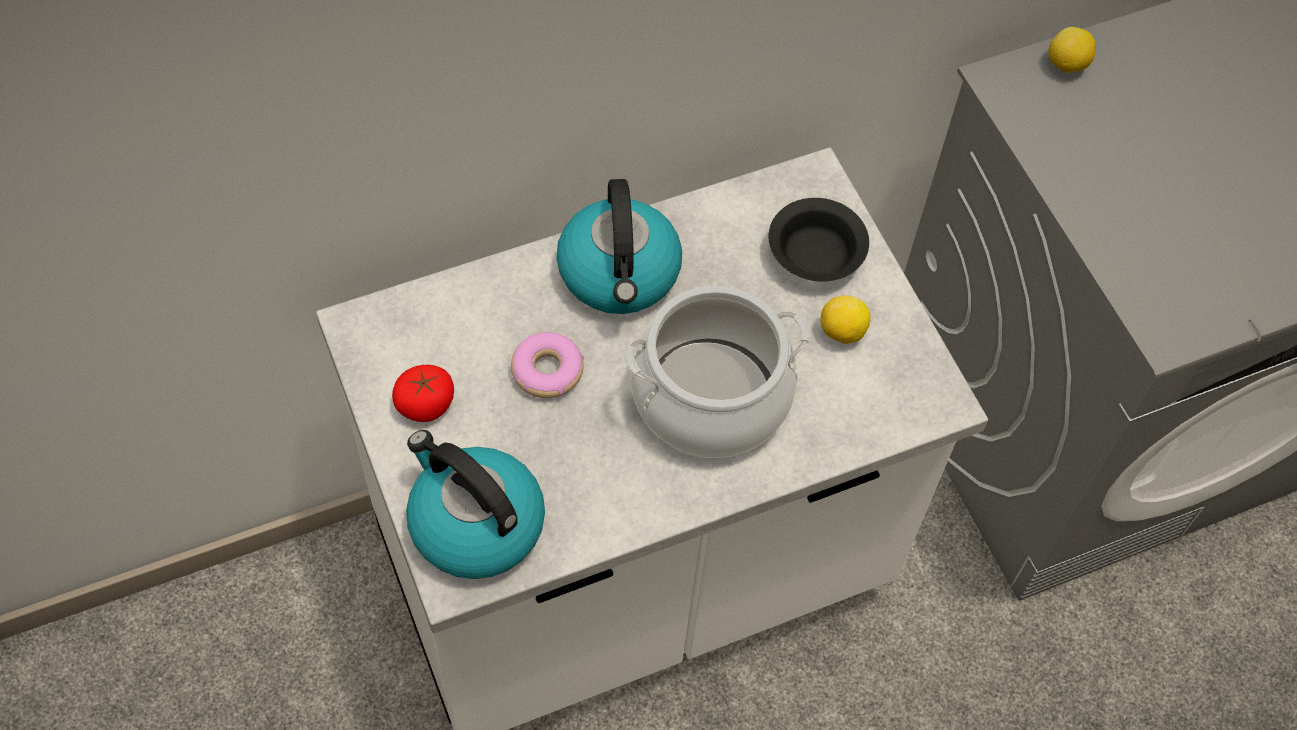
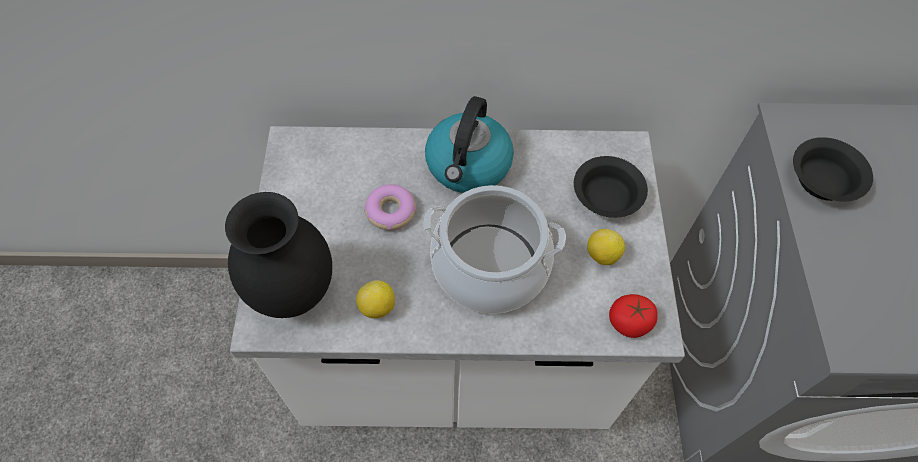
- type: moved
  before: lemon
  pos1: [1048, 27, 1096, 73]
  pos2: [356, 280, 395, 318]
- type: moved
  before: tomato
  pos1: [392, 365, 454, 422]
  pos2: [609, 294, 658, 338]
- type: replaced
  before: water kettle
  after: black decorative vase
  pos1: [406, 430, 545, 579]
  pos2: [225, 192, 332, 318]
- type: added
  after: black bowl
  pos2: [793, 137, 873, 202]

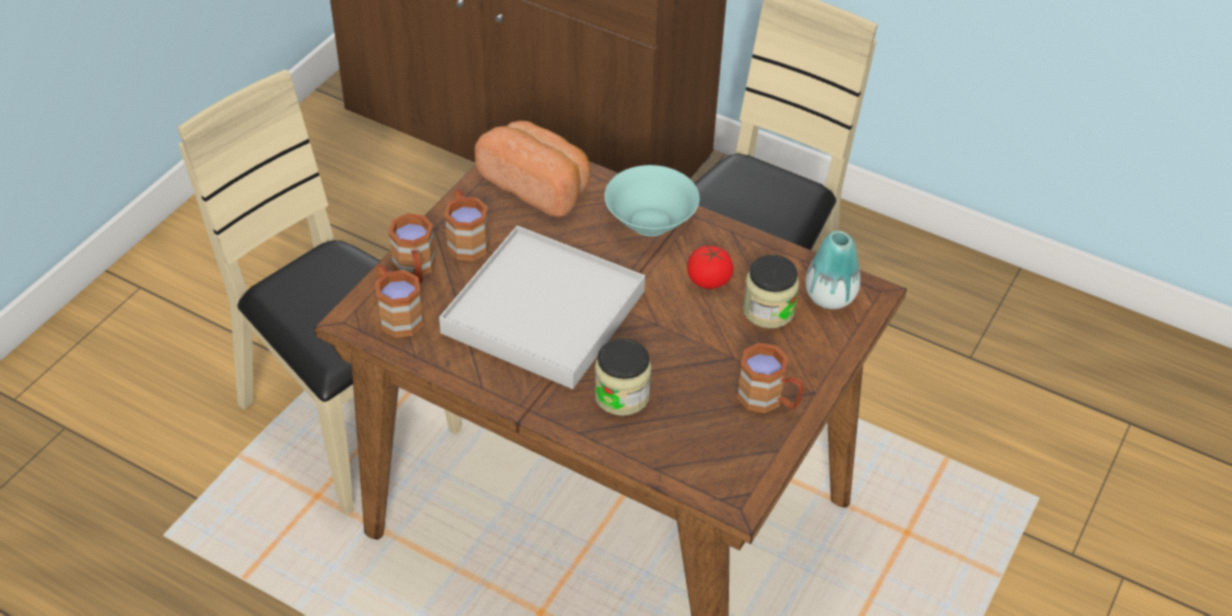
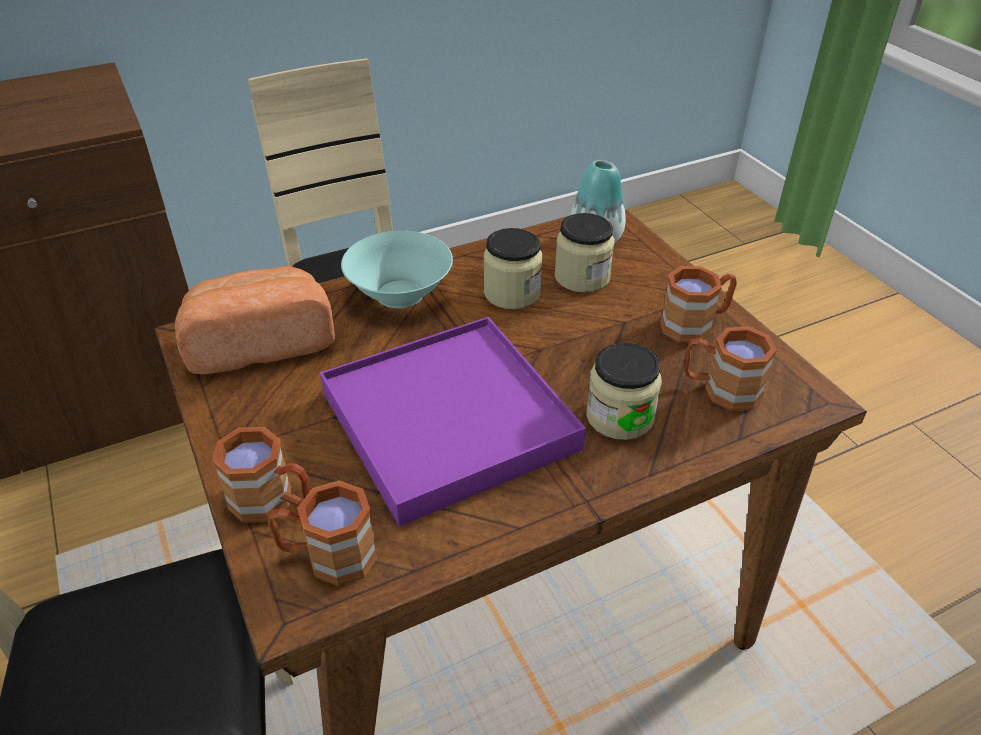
- type: moved
  before: brownish mug
  pos1: [444, 189, 490, 261]
  pos2: [684, 326, 777, 411]
- type: recoloured
  before: white tray
  after: purple-coloured tray
  pos1: [439, 225, 645, 389]
  pos2: [320, 317, 586, 526]
- type: replaced
  before: tomato
  after: storage jar
  pos1: [687, 246, 733, 289]
  pos2: [483, 228, 543, 309]

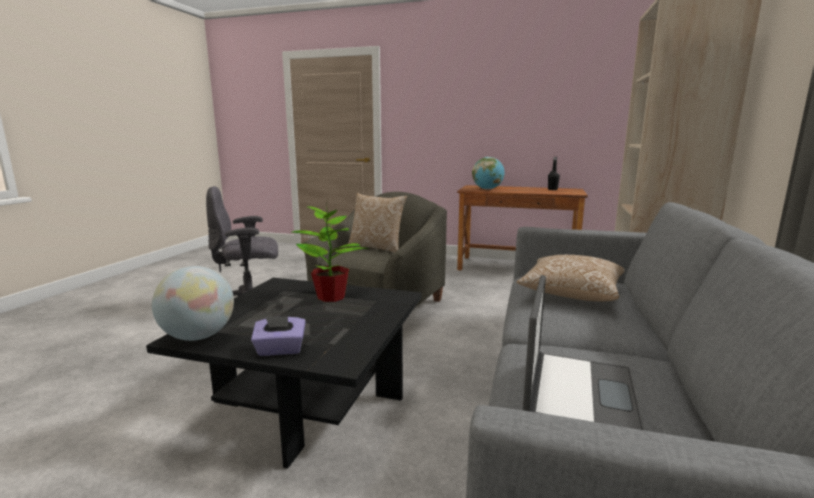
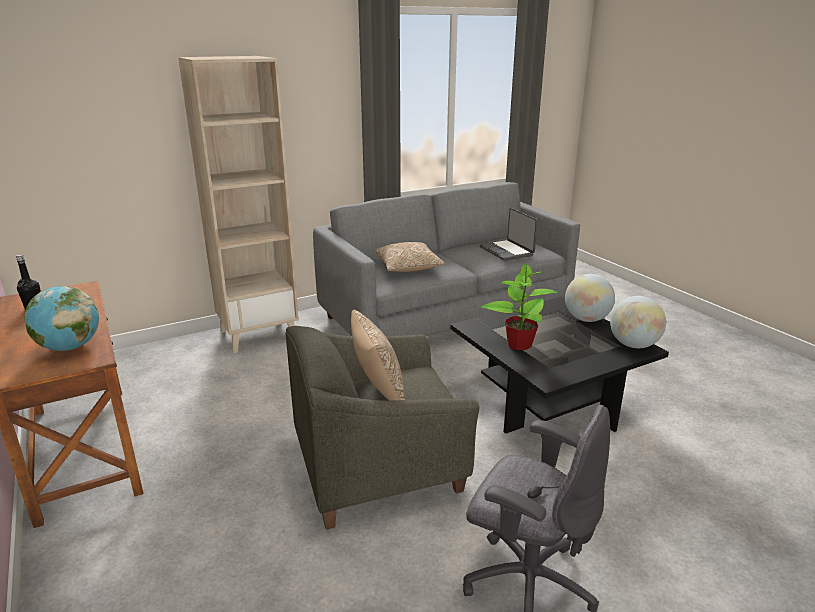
- type: turned
  before: laptop
  pos1: [523, 275, 644, 430]
  pos2: [479, 208, 538, 261]
  turn: -90
- type: replaced
  before: purple-coloured tissue box
  after: world globe
  pos1: [251, 316, 306, 356]
  pos2: [565, 274, 615, 322]

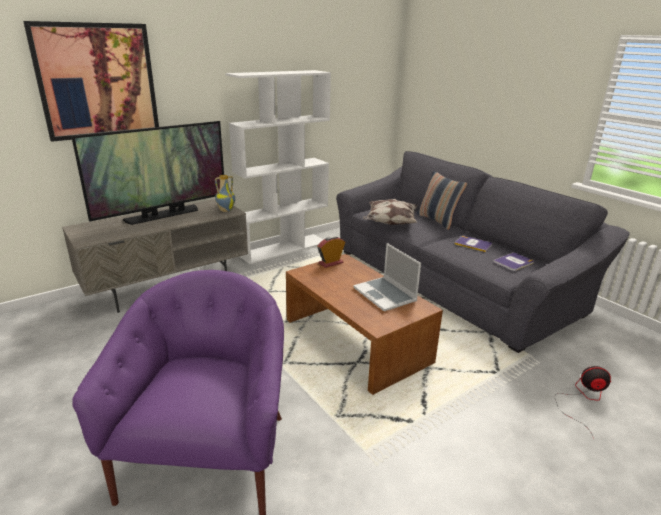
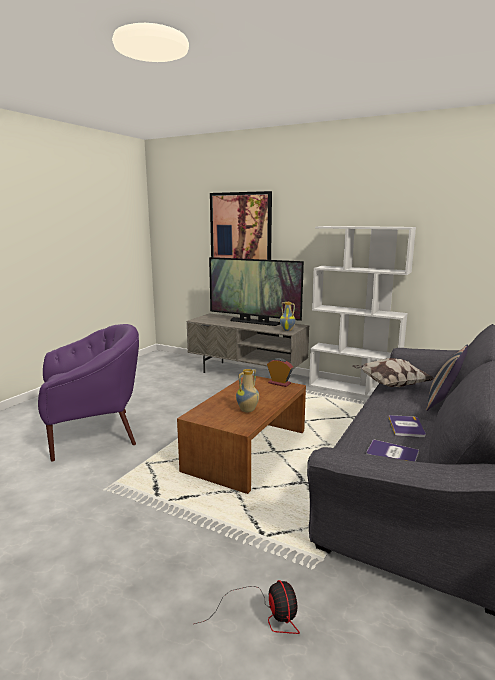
- type: replaced
  before: laptop
  after: decorative vase
  pos1: [353, 243, 421, 311]
  pos2: [236, 369, 259, 412]

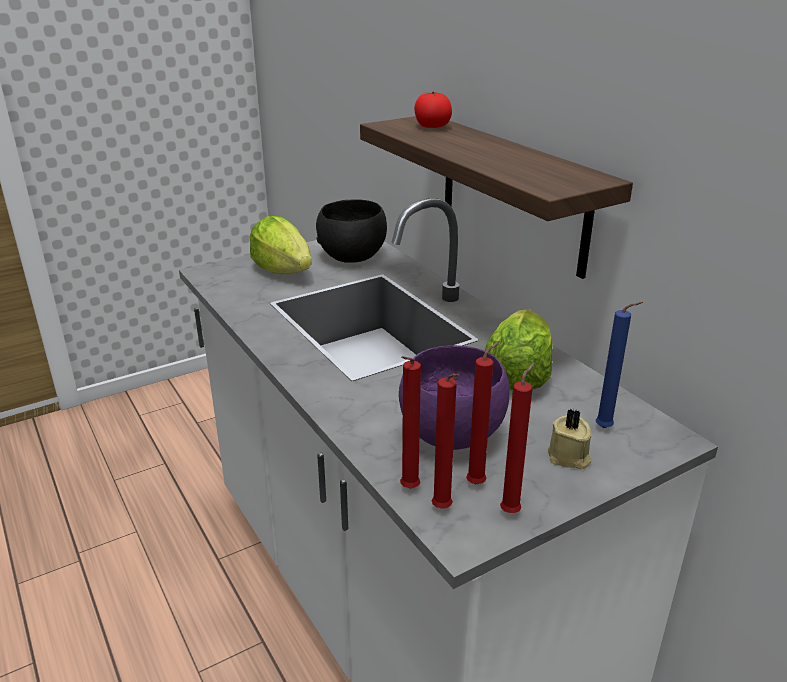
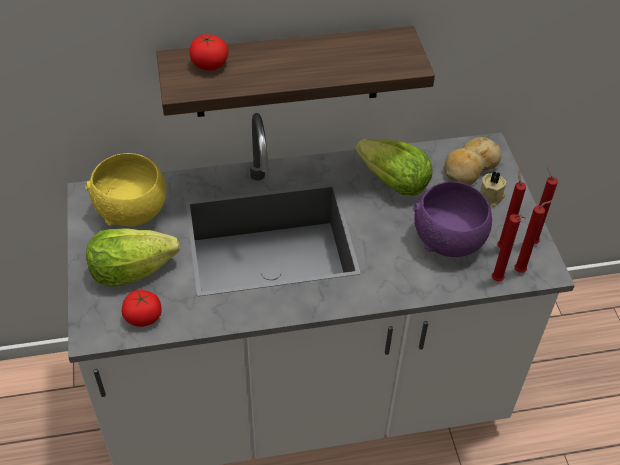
- type: recoloured
  before: black bowl
  after: yellow-coloured bowl
  pos1: [316, 199, 387, 263]
  pos2: [85, 153, 166, 226]
- type: replaced
  before: blue candle
  after: baked bread
  pos1: [596, 302, 643, 428]
  pos2: [444, 137, 502, 185]
- type: added
  after: tomato
  pos2: [122, 290, 162, 327]

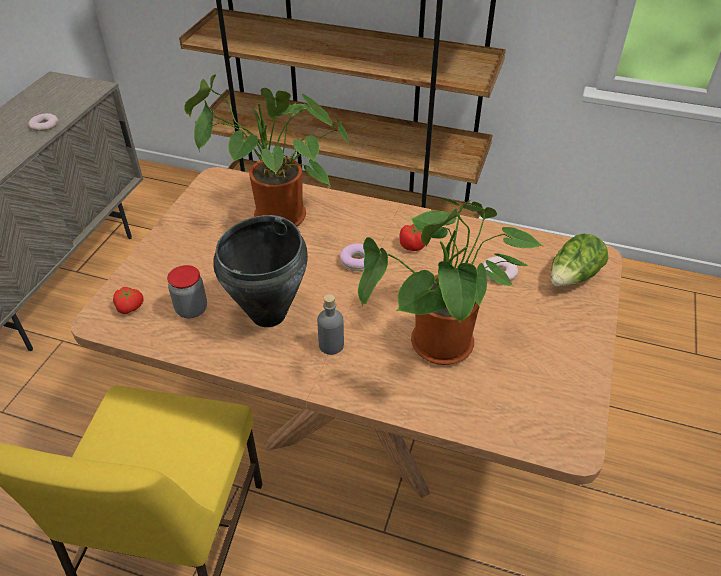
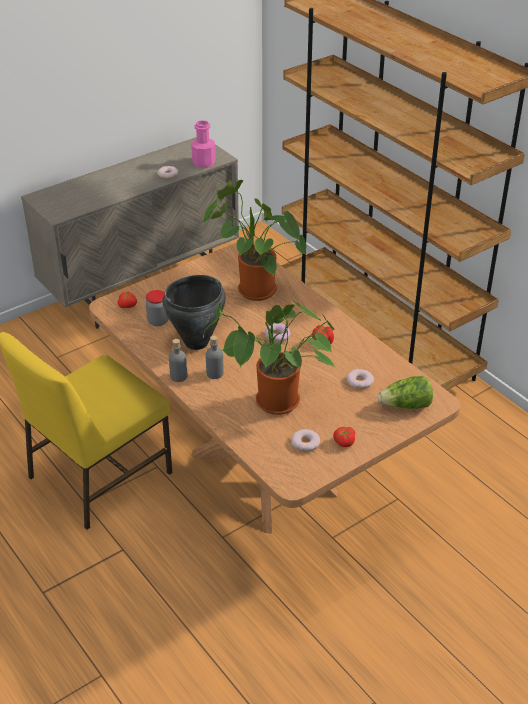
- type: added
  after: pink-coloured drink bottle
  pos2: [191, 120, 216, 168]
- type: added
  after: gray drink bottle
  pos2: [169, 339, 187, 382]
- type: added
  after: tomato
  pos2: [333, 427, 355, 447]
- type: added
  after: doughnut
  pos2: [291, 429, 320, 451]

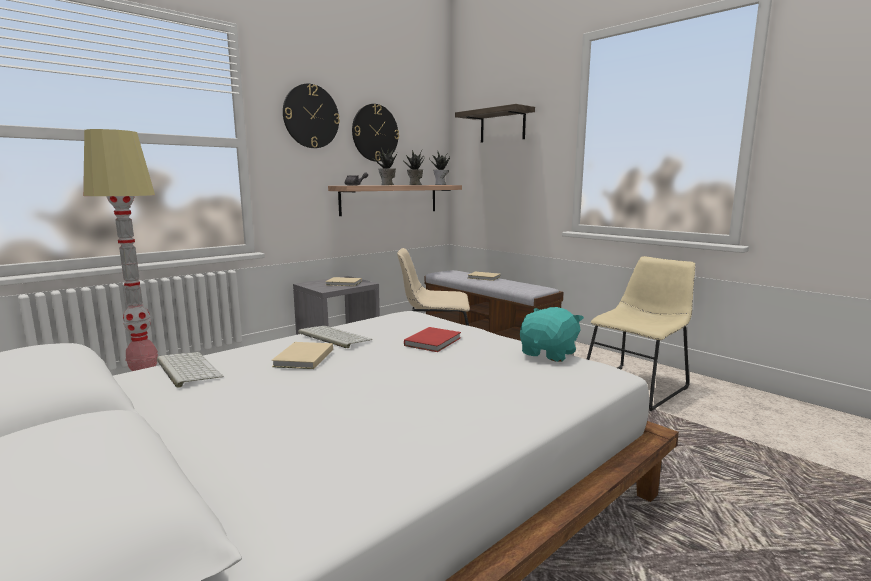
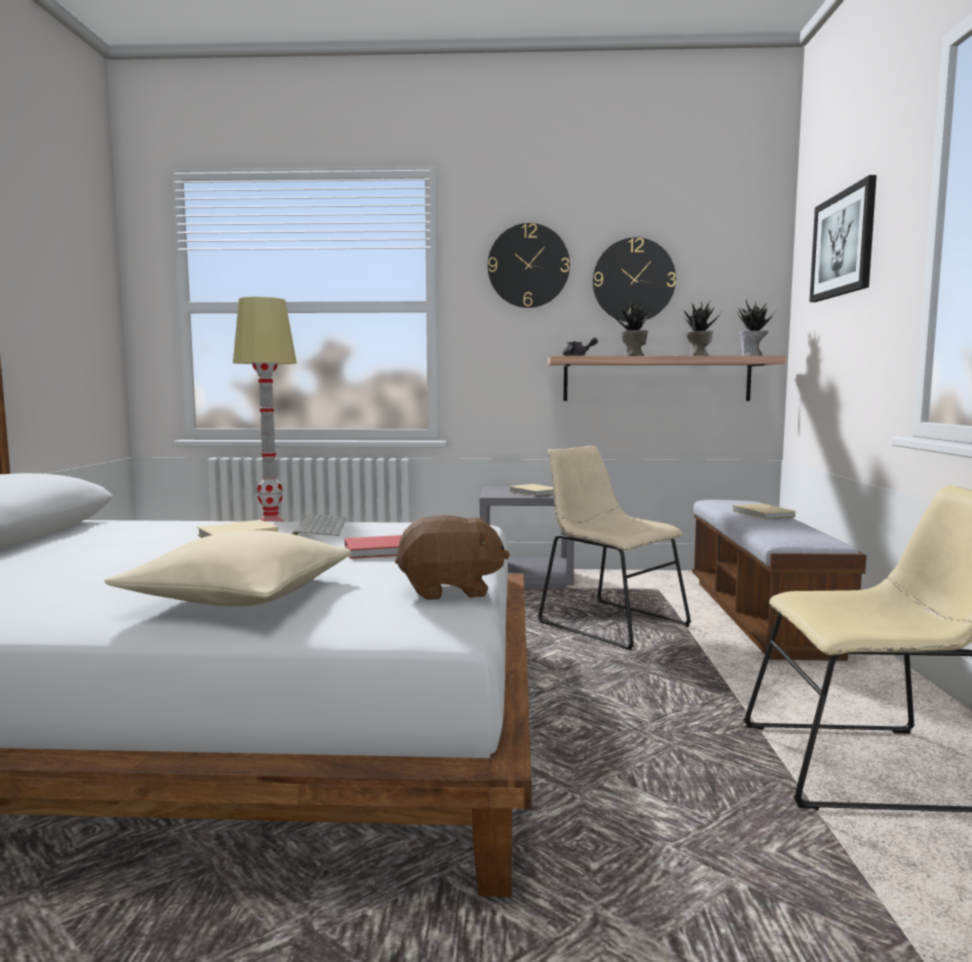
- type: replaced
  before: wall shelf
  after: picture
  pos1: [455, 104, 535, 143]
  pos2: [809, 175, 877, 302]
- type: recoloured
  before: blue-green soft toy
  after: brownish soft toy
  pos1: [520, 307, 584, 362]
  pos2: [395, 515, 510, 600]
- type: removed
  before: PC keyboard
  pos1: [157, 352, 224, 388]
- type: added
  after: beige-coloured throw pillow
  pos2: [104, 530, 352, 606]

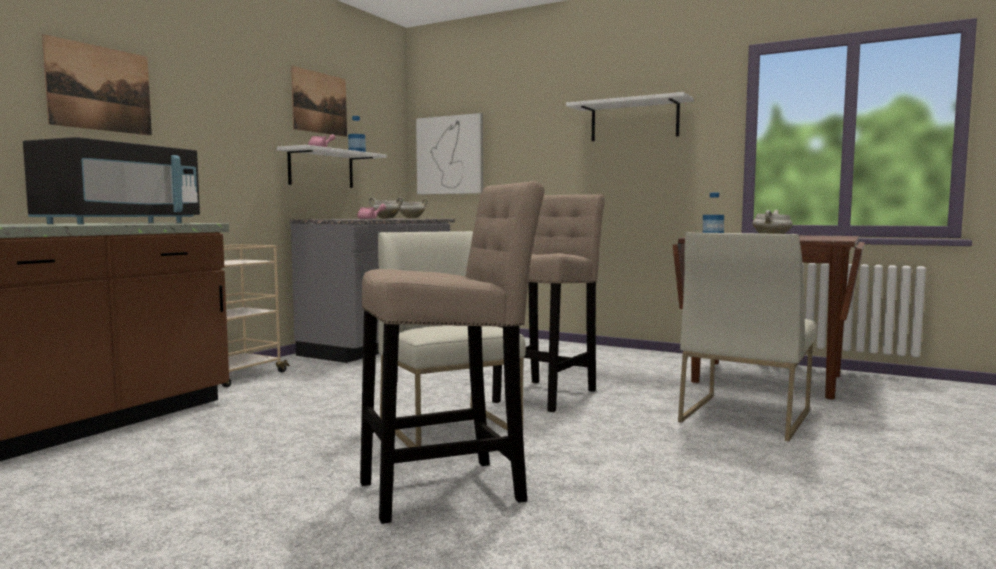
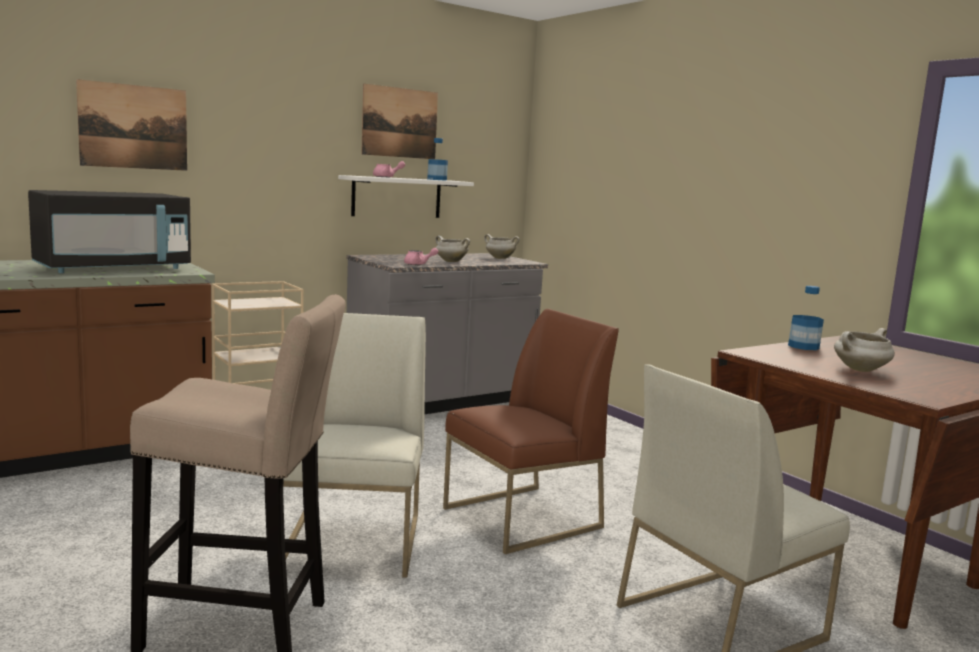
- type: removed
  before: white wall shelf
  pos1: [566, 92, 694, 141]
- type: removed
  before: picture
  pos1: [416, 113, 483, 195]
- type: replaced
  before: beige-coloured sitting stool
  after: brownish chair
  pos1: [492, 194, 605, 412]
  pos2: [443, 309, 619, 554]

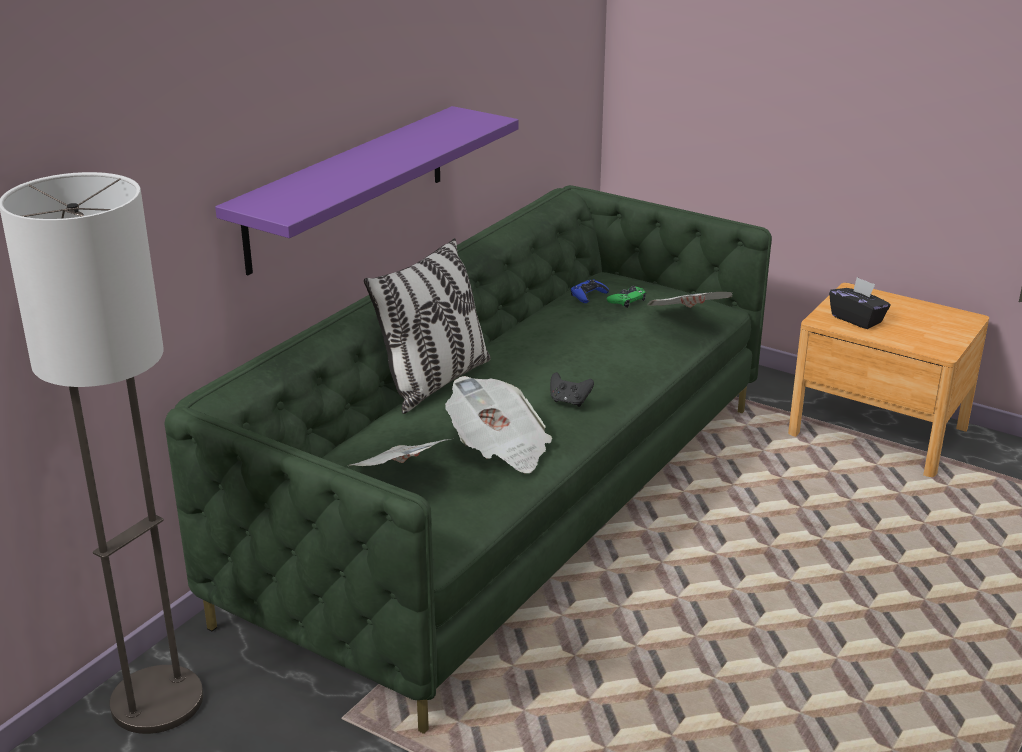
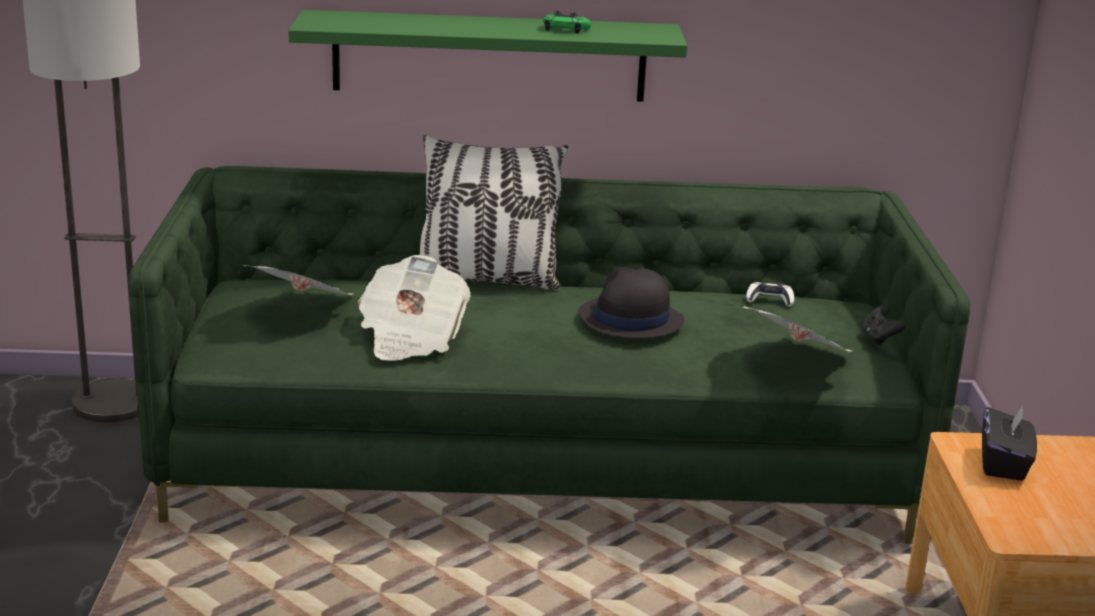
- type: recoloured
  before: purple-coloured wall shelf
  after: green-coloured wall shelf
  pos1: [215, 106, 519, 275]
  pos2: [288, 10, 687, 102]
- type: recoloured
  before: blue gamepad
  after: white gamepad
  pos1: [571, 280, 609, 303]
  pos2: [746, 282, 794, 307]
- type: moved
  before: green-coloured gamepad
  pos1: [607, 286, 646, 308]
  pos2: [543, 10, 592, 34]
- type: moved
  before: black gamepad
  pos1: [550, 372, 594, 407]
  pos2: [861, 305, 905, 345]
- type: added
  after: black wearable hat
  pos2: [578, 267, 684, 338]

